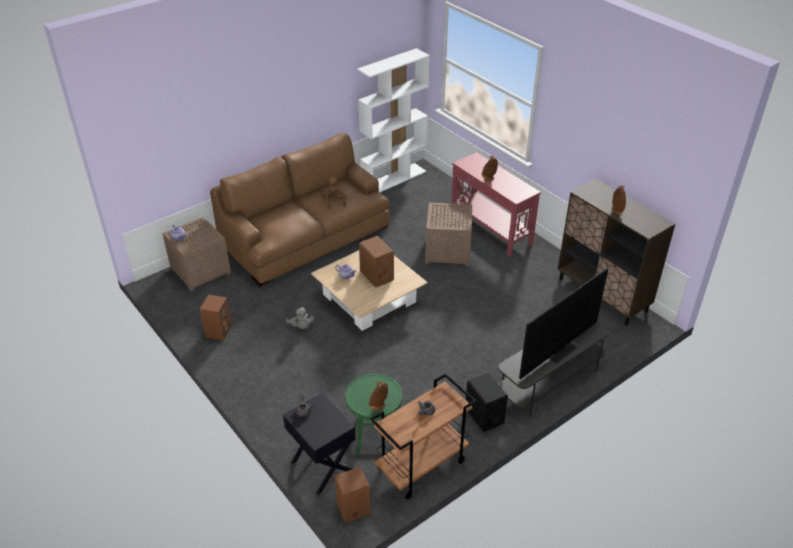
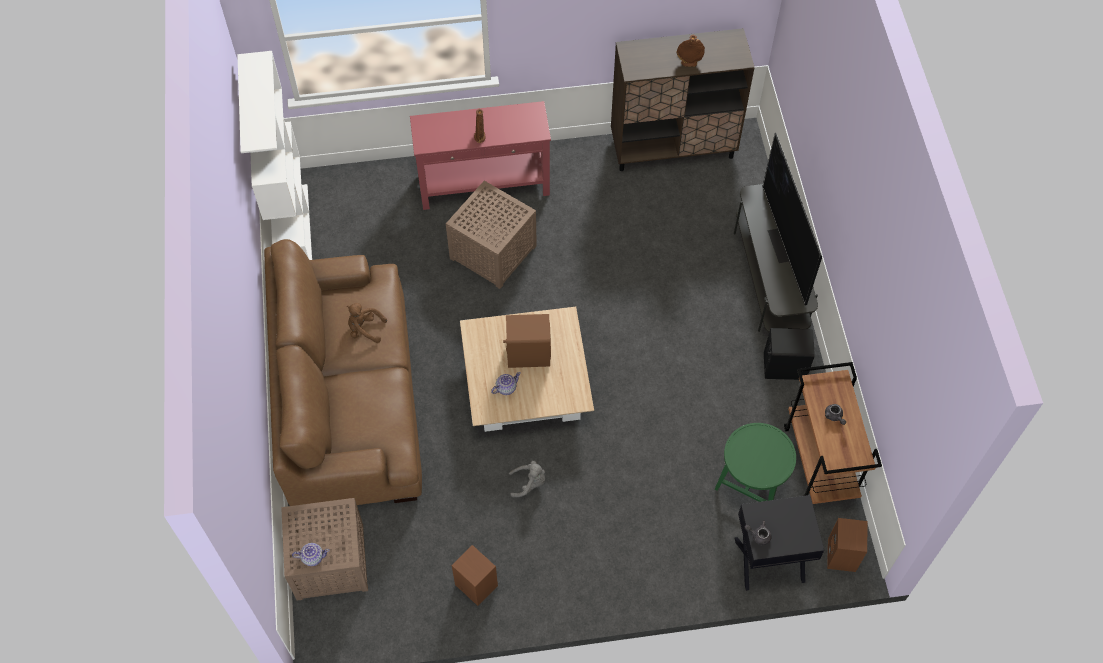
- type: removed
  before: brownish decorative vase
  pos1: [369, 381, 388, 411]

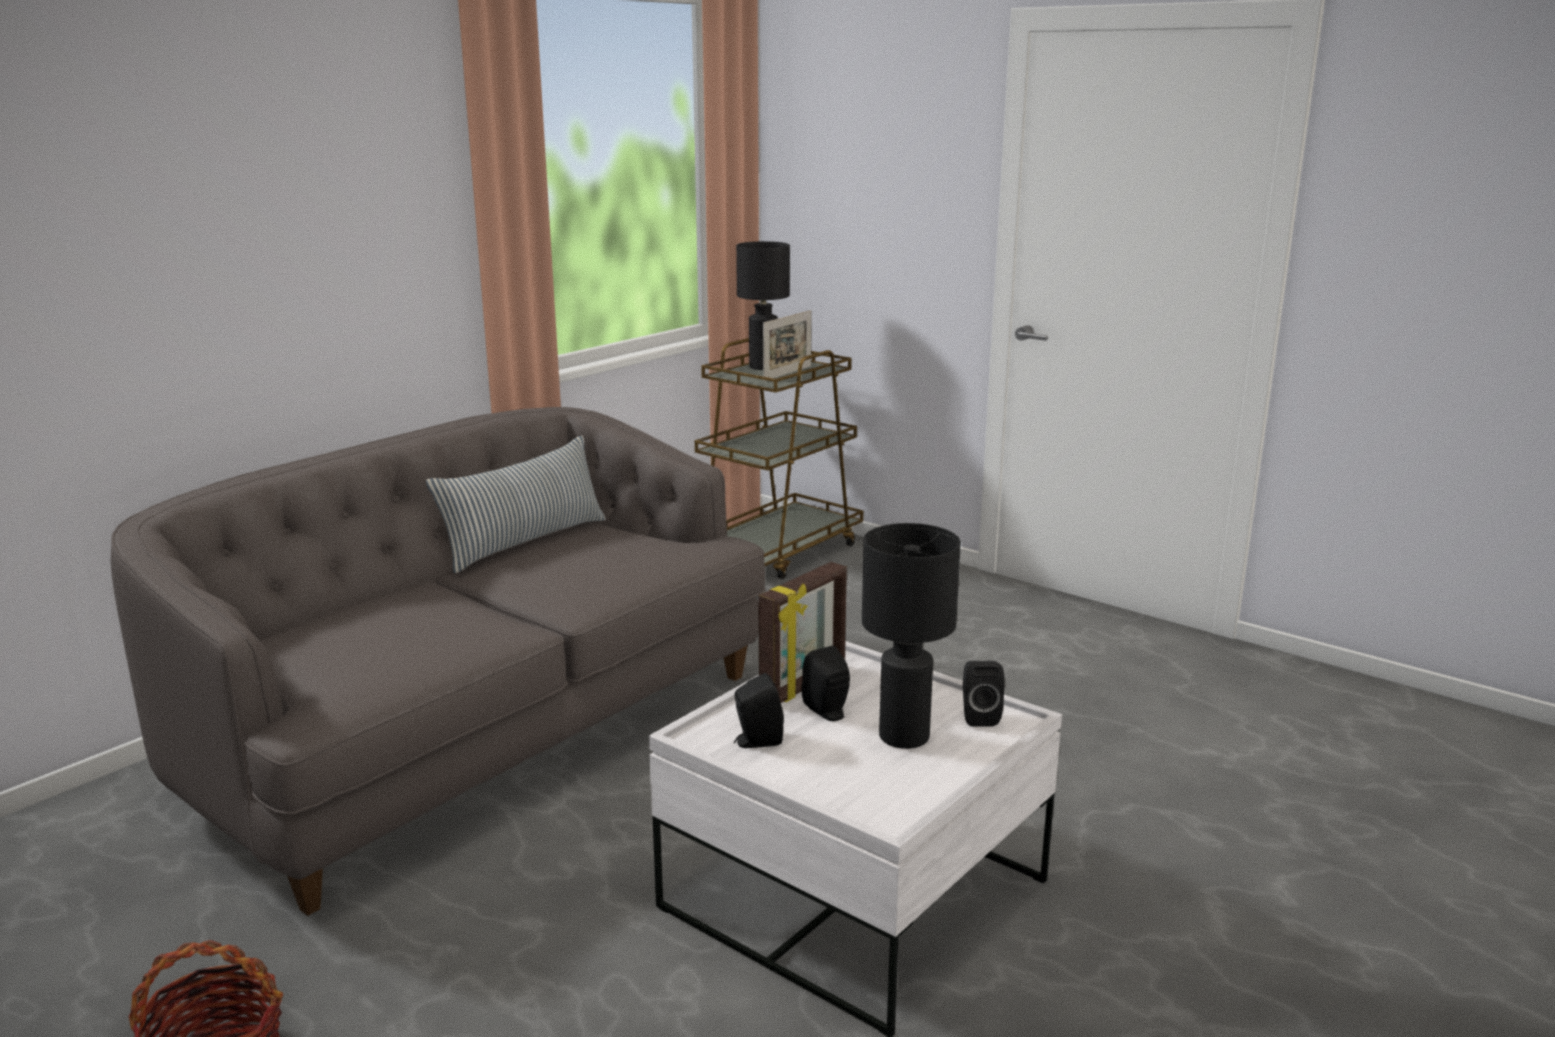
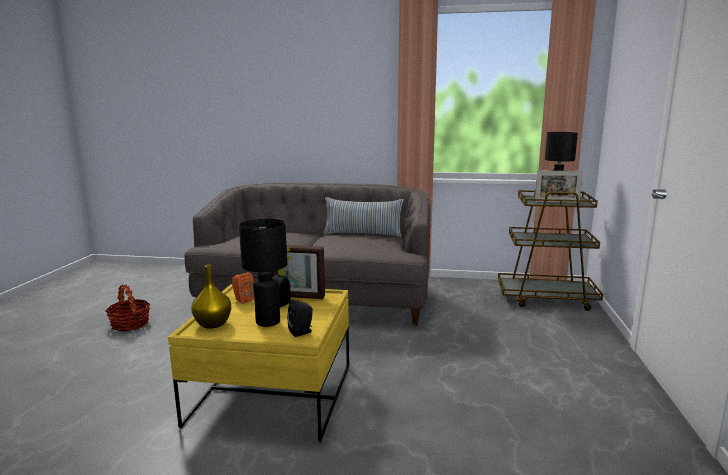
- type: recoloured
  before: white coffee table
  after: yellow-coloured coffee table
  pos1: [649, 641, 1062, 1037]
  pos2: [168, 284, 349, 442]
- type: recoloured
  before: black loudspeaker
  after: orange-coloured loudspeaker
  pos1: [734, 673, 784, 748]
  pos2: [232, 272, 254, 304]
- type: added
  after: yellow-coloured decorative vase
  pos2: [191, 265, 231, 329]

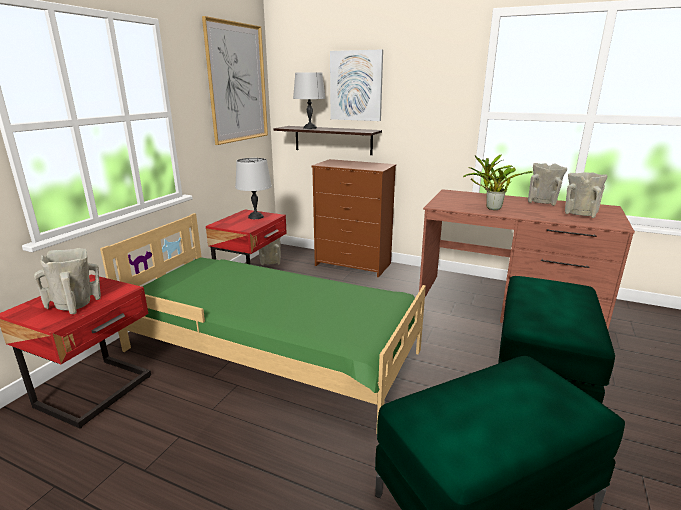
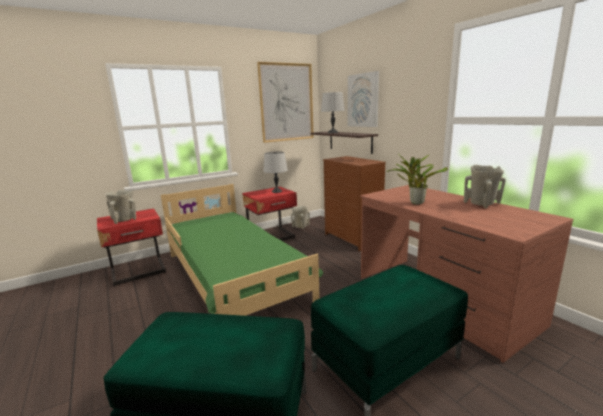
- type: removed
  before: beige-coloured decorative vase
  pos1: [565, 172, 607, 218]

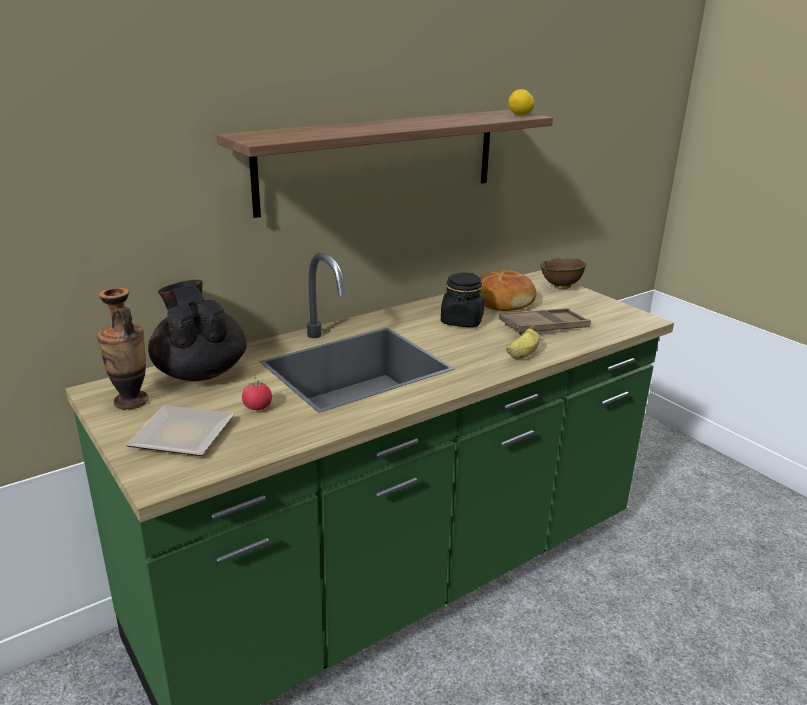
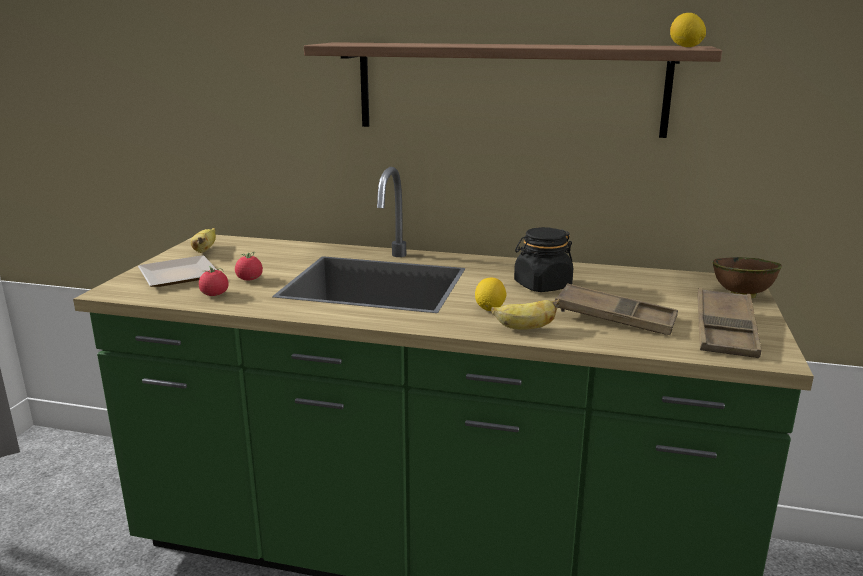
- type: removed
  before: baked bread
  pos1: [479, 270, 536, 311]
- type: removed
  before: black pot for tea
  pos1: [148, 280, 247, 381]
- type: replaced
  before: decorative vase
  after: whole banana
  pos1: [96, 287, 149, 410]
  pos2: [190, 228, 216, 253]
- type: added
  after: tomato
  pos2: [199, 266, 229, 296]
- type: added
  after: lemon
  pos2: [475, 278, 506, 311]
- type: added
  after: brownish tray
  pos2: [697, 288, 761, 358]

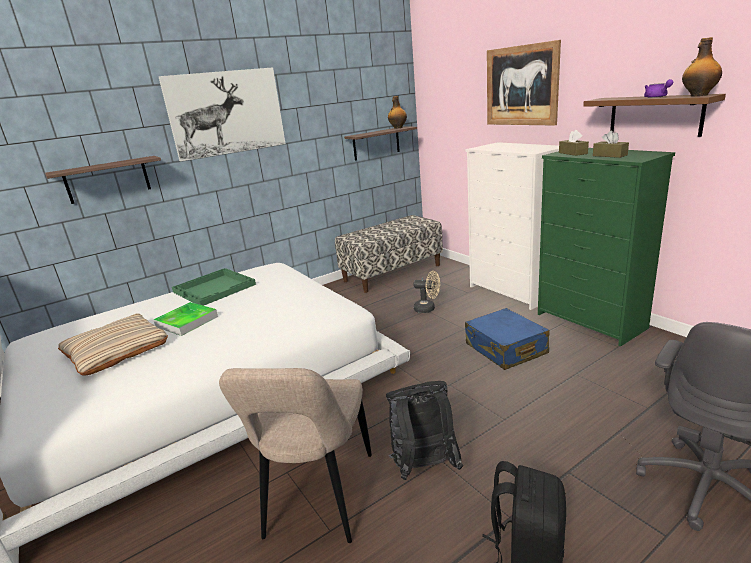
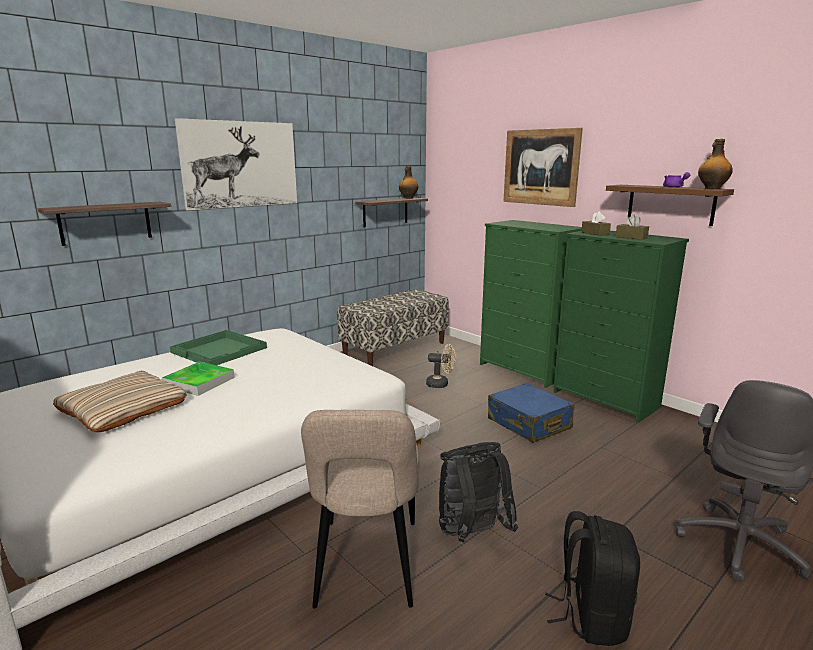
- type: recoloured
  before: white dresser
  after: green-coloured dresser
  pos1: [466, 142, 559, 310]
  pos2: [480, 220, 582, 388]

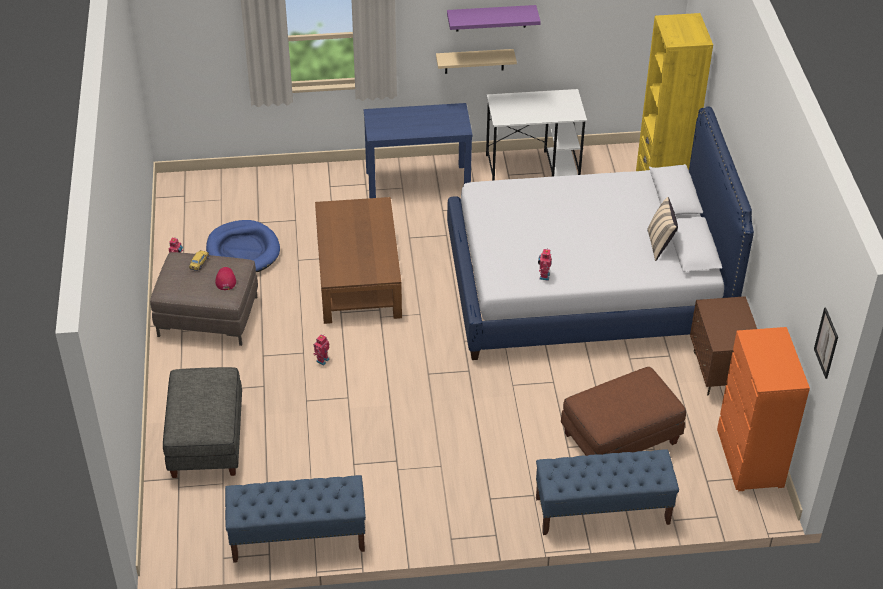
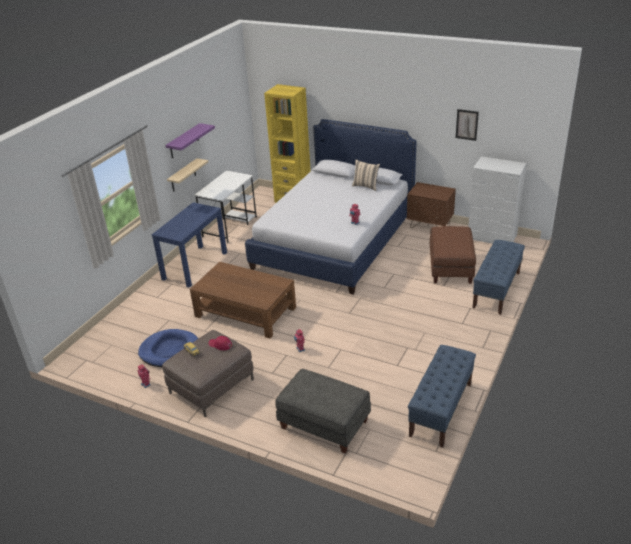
- type: moved
  before: picture
  pos1: [814, 307, 838, 379]
  pos2: [456, 109, 479, 141]
- type: recoloured
  before: orange-coloured dresser
  after: white dresser
  pos1: [717, 327, 810, 491]
  pos2: [468, 156, 526, 244]

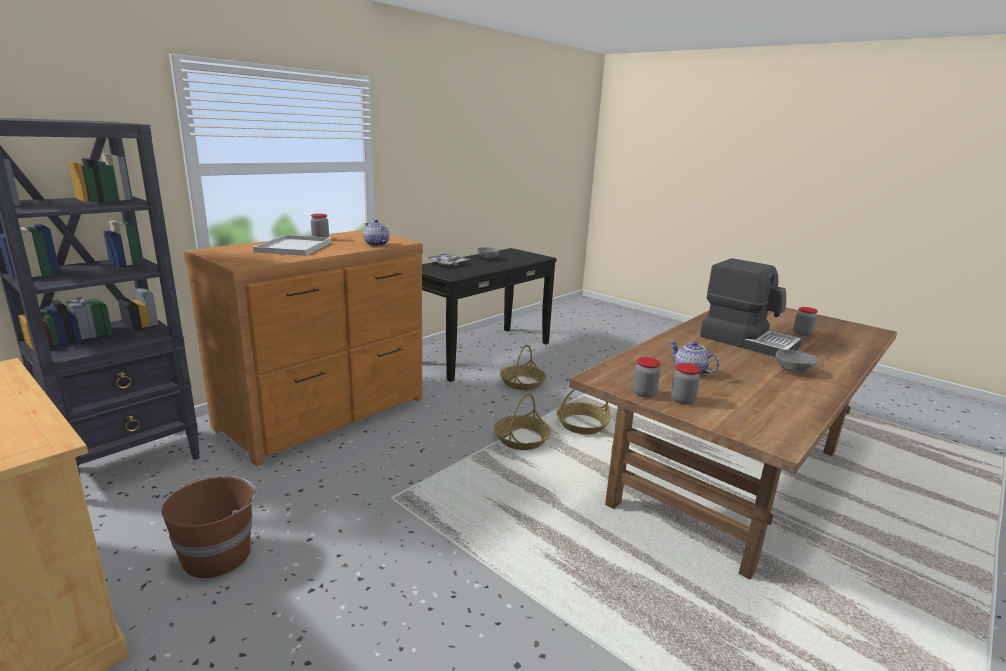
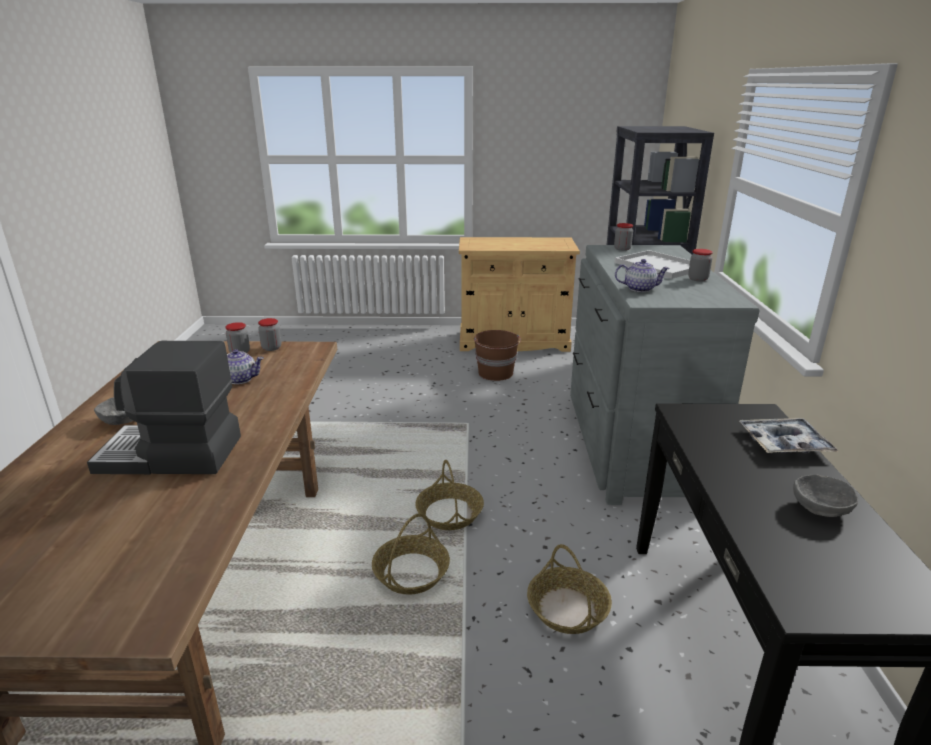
- type: recoloured
  before: brownish dresser
  after: gray dresser
  pos1: [184, 230, 423, 466]
  pos2: [570, 245, 760, 505]
- type: moved
  before: storage jar
  pos1: [793, 307, 818, 336]
  pos2: [614, 223, 633, 251]

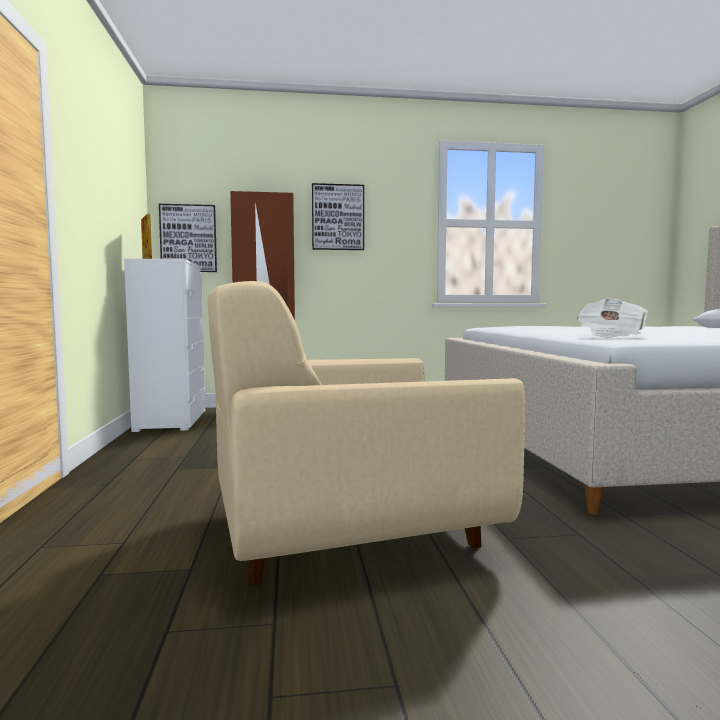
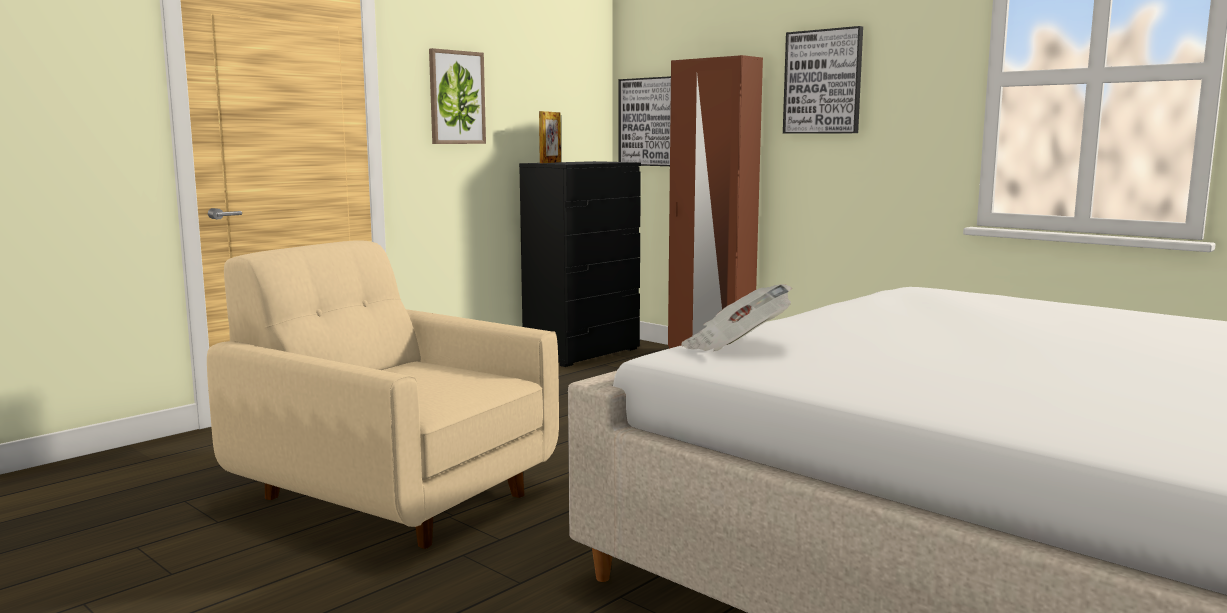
- type: recoloured
  before: white dresser
  after: black dresser
  pos1: [124, 258, 206, 432]
  pos2: [519, 161, 641, 367]
- type: added
  after: picture
  pos2: [429, 48, 486, 144]

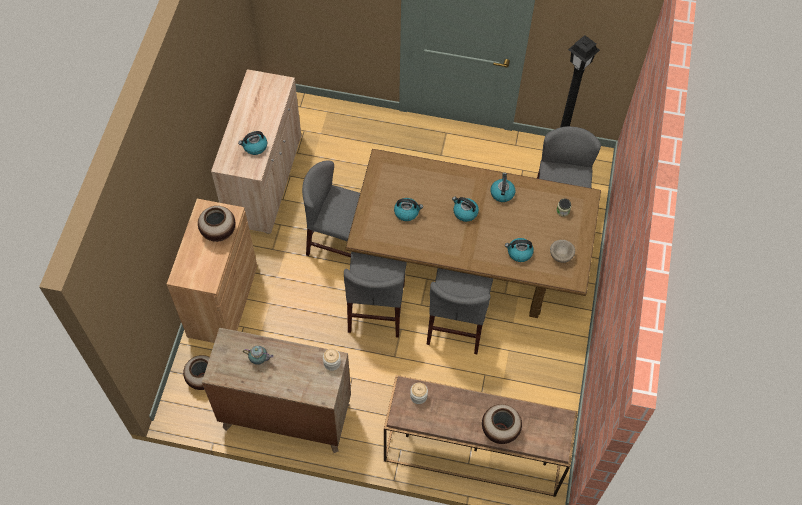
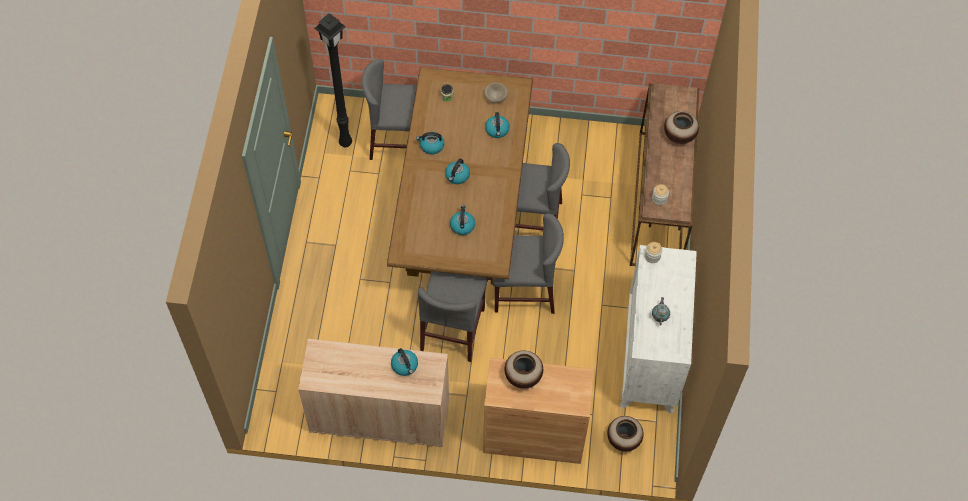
- type: recoloured
  before: brownish dresser
  after: white dresser
  pos1: [202, 328, 351, 453]
  pos2: [620, 245, 697, 414]

